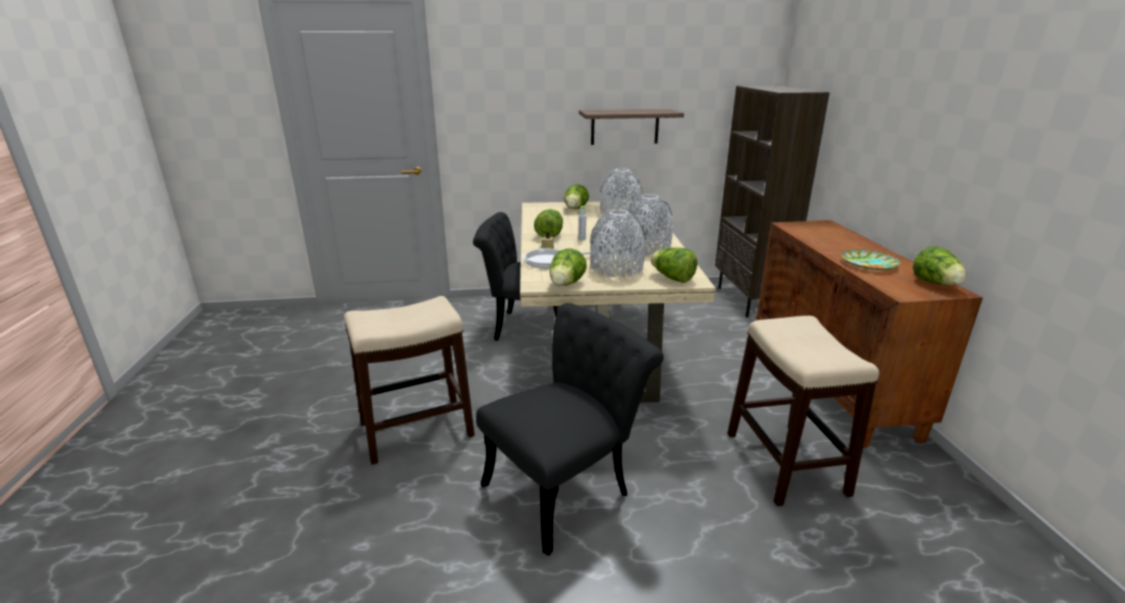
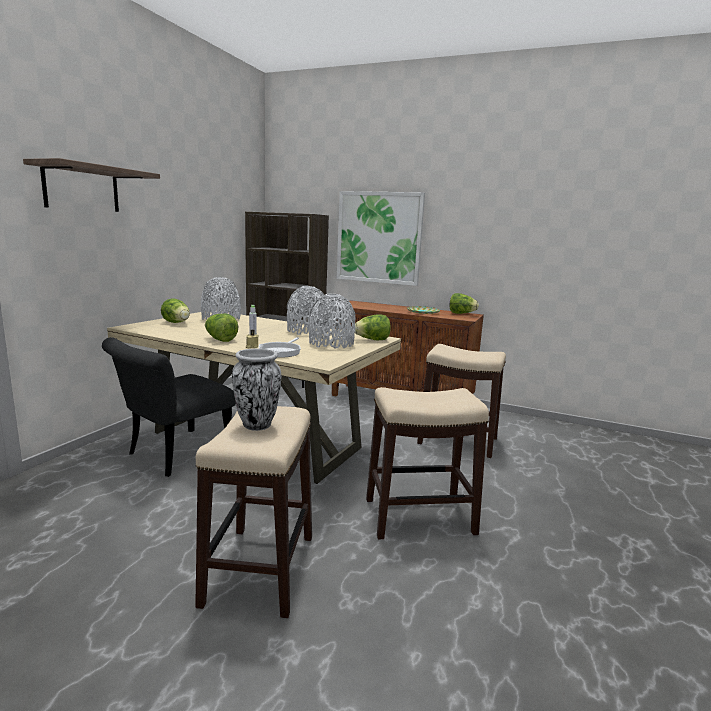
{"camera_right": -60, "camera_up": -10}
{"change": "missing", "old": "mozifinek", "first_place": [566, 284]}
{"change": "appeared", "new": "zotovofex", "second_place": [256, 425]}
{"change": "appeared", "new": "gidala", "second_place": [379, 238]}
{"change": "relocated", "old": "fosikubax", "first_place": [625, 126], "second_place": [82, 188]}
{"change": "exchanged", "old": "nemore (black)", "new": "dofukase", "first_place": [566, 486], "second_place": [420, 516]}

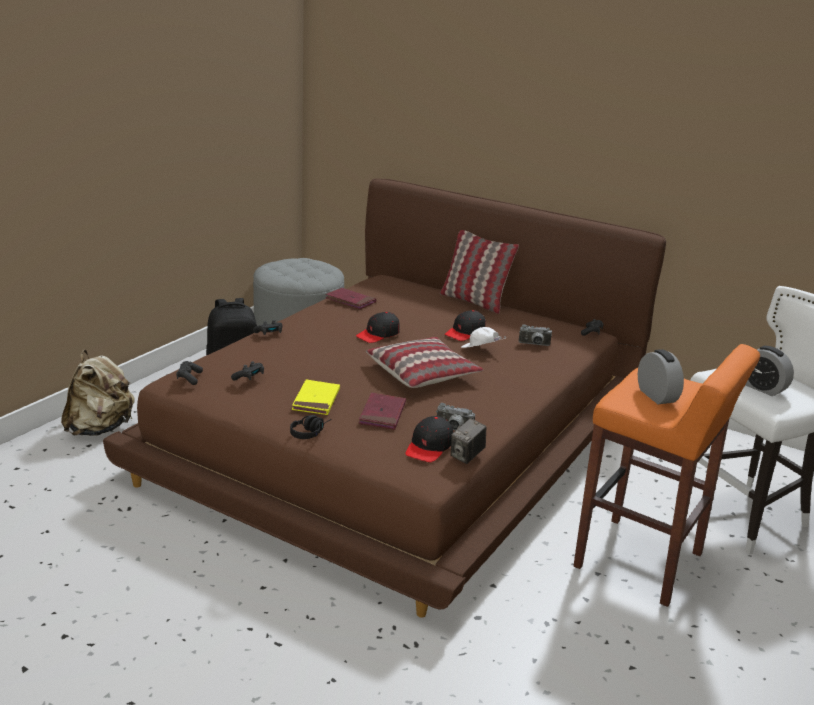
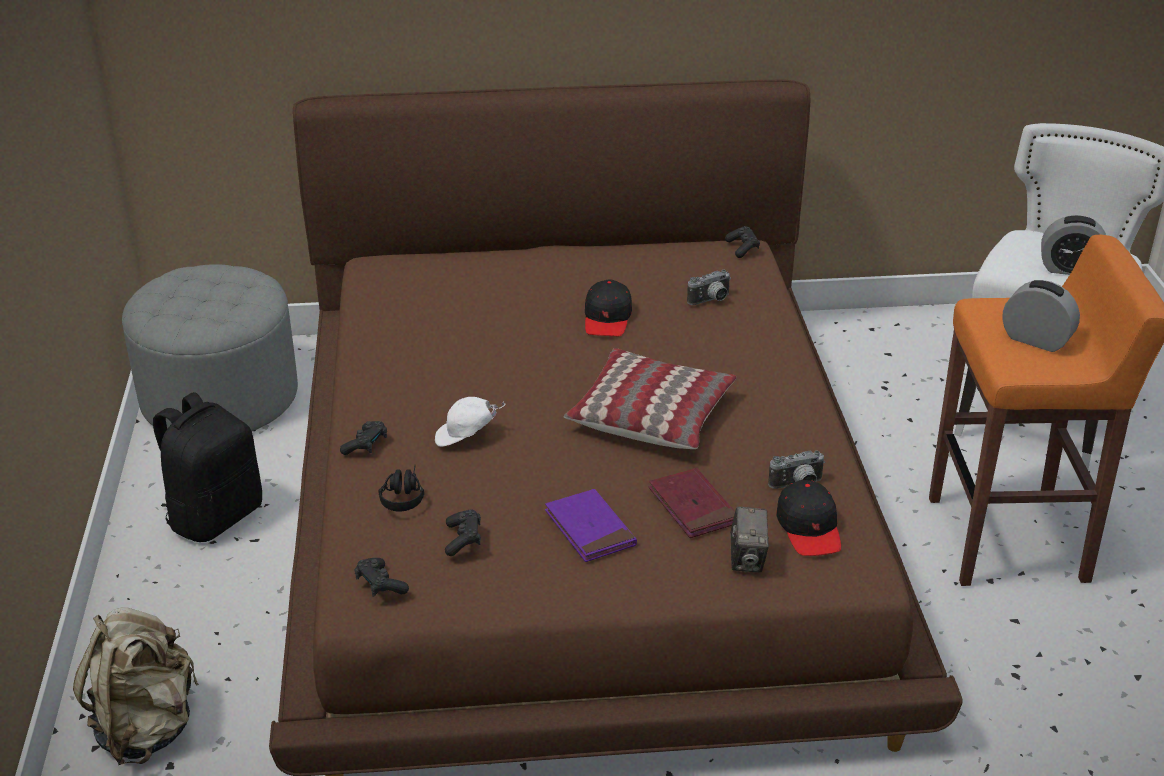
{"camera_right": -35, "camera_up": 10}
{"change": "missing", "old": "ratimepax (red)", "first_place": [350, 301]}
{"change": "missing", "old": "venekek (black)", "first_place": [378, 334]}
{"change": "missing", "old": "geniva", "first_place": [474, 301]}
{"change": "relocated", "old": "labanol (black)", "first_place": [310, 432], "second_place": [403, 495]}
{"change": "relocated", "old": "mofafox", "first_place": [467, 456], "second_place": [747, 559]}
{"change": "relocated", "old": "venekek (white)", "first_place": [480, 350], "second_place": [466, 437]}
{"change": "colour", "old": "ratimepax (yellow)", "new": "ratimepax (purple)", "first_place": [316, 400], "second_place": [590, 529]}

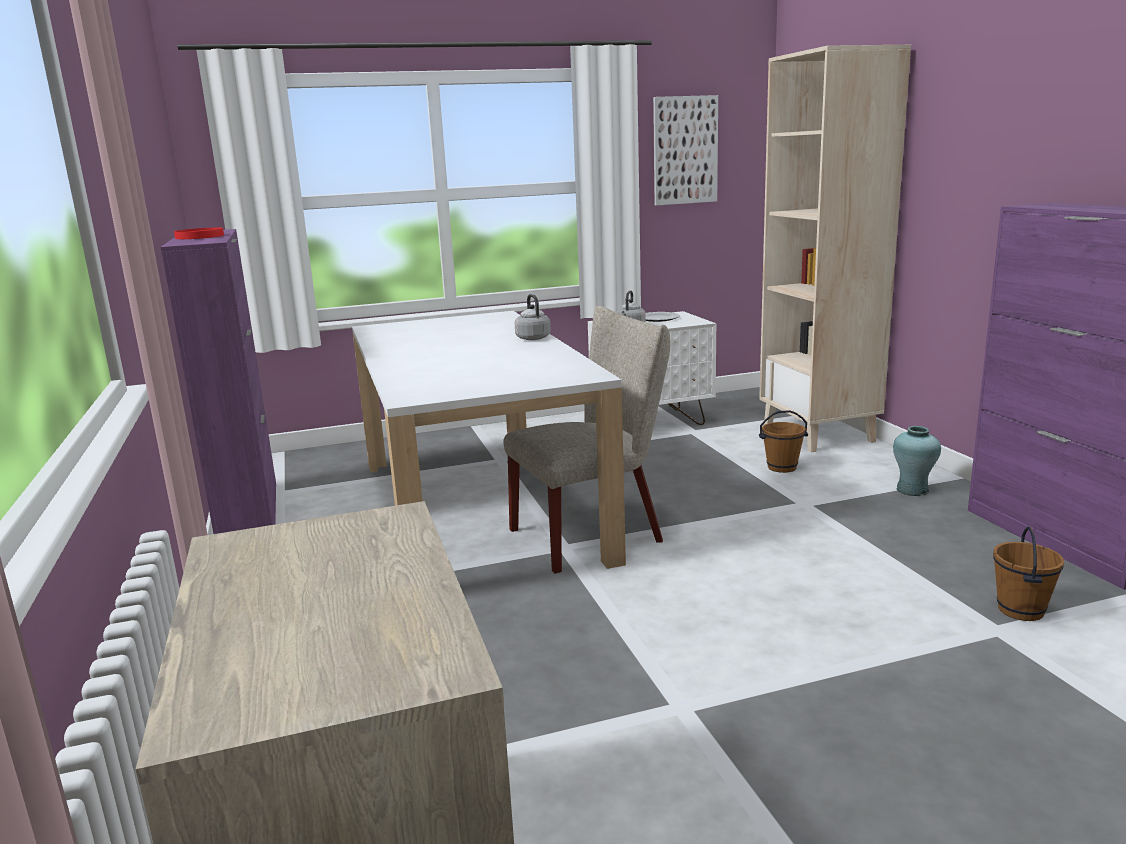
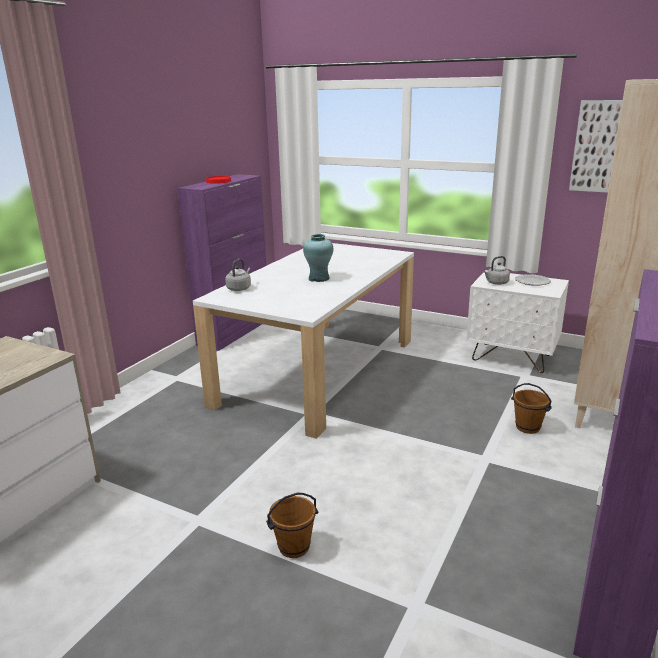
{"camera_right": 45, "camera_up": 5}
{"change": "missing", "old": "nemore (beige)", "first_place": [595, 534]}
{"change": "relocated", "old": "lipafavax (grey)", "first_place": [532, 338], "second_place": [239, 288]}
{"change": "relocated", "old": "zotovofex (turquoise)", "first_place": [912, 490], "second_place": [319, 278]}
{"change": "relocated", "old": "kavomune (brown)", "first_place": [1021, 611], "second_place": [294, 547]}

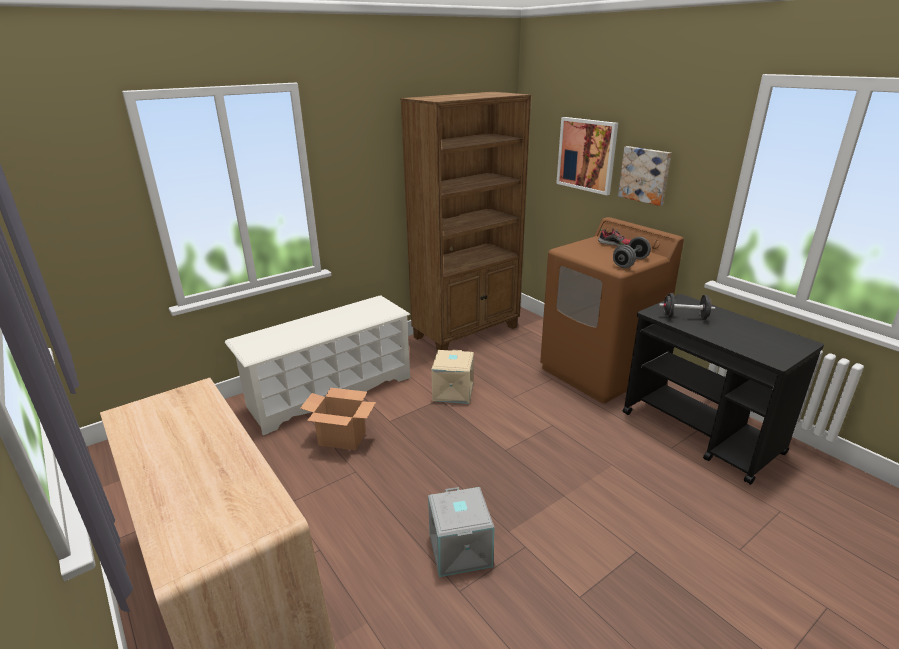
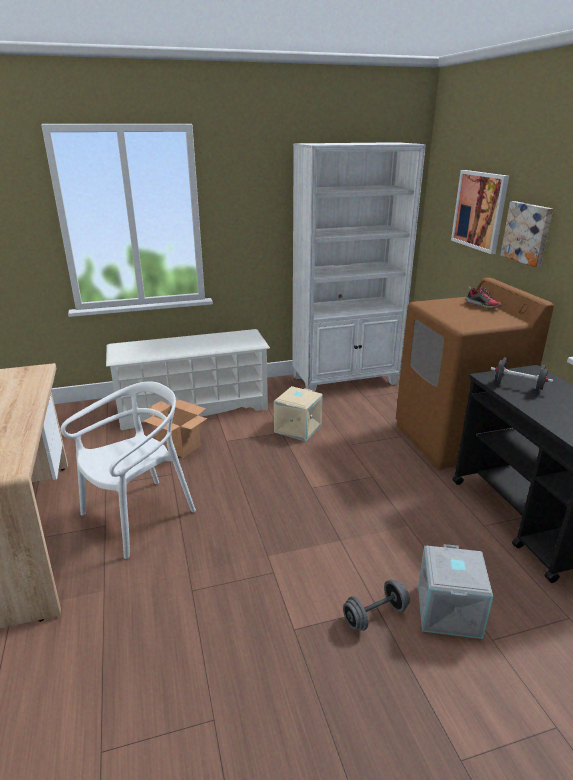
{"camera_right": 20, "camera_up": 0}
{"change": "appeared", "new": "nemore (white)", "second_place": [139, 516]}
{"change": "relocated", "old": "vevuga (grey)", "first_place": [461, 550], "second_place": [450, 611]}
{"change": "relocated", "old": "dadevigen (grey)", "first_place": [630, 263], "second_place": [375, 615]}
{"change": "colour", "old": "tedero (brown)", "new": "tedero (white)", "first_place": [467, 332], "second_place": [346, 380]}

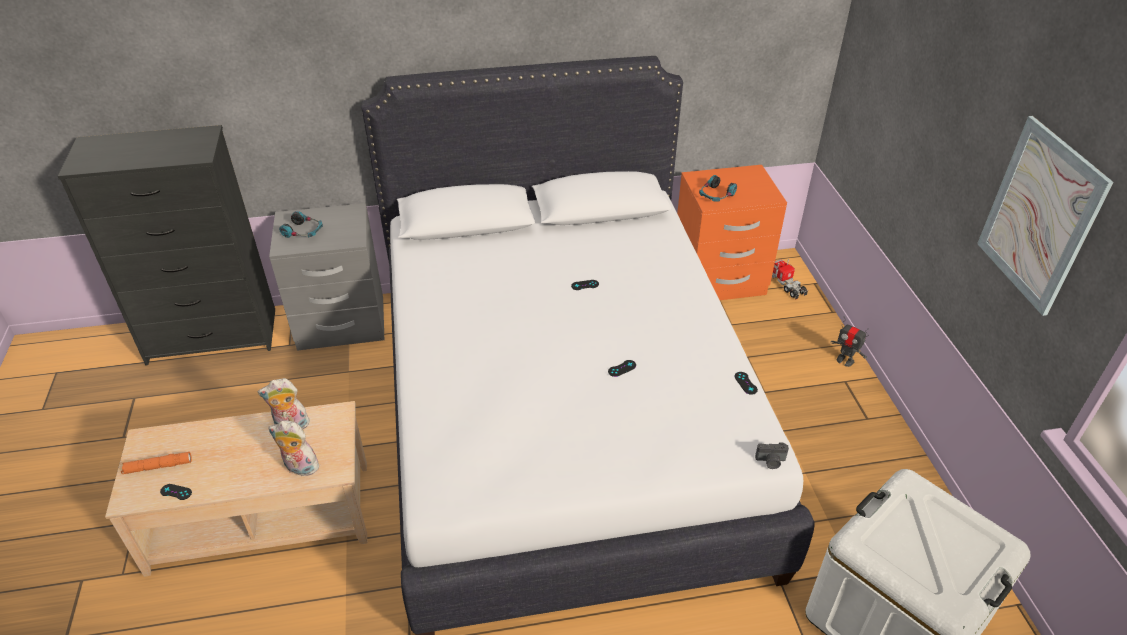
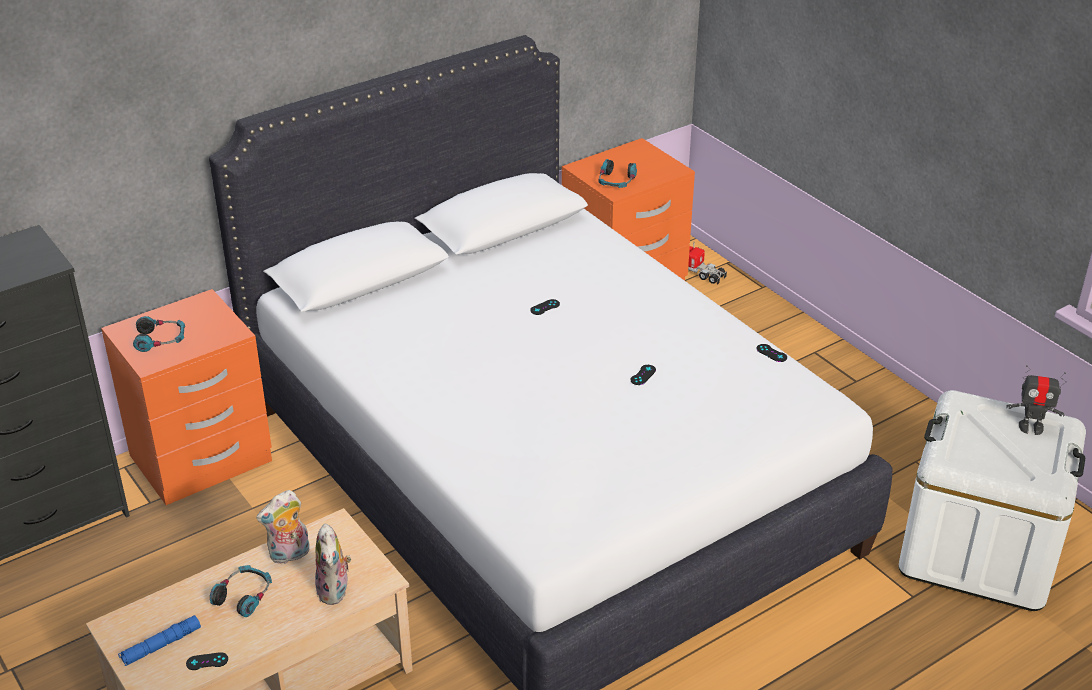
{"camera_right": -25, "camera_up": -5}
{"change": "missing", "old": "mofafox", "first_place": [770, 461]}
{"change": "missing", "old": "gidala", "first_place": [1039, 216]}
{"change": "appeared", "new": "labanol", "second_place": [244, 596]}
{"change": "relocated", "old": "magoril", "first_place": [845, 360], "second_place": [1031, 427]}
{"change": "colour", "old": "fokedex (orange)", "new": "fokedex (blue)", "first_place": [158, 466], "second_place": [161, 645]}
{"change": "colour", "old": "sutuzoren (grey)", "new": "sutuzoren (orange)", "first_place": [341, 324], "second_place": [202, 460]}
{"change": "spun", "old": "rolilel", "first_place": [299, 468], "second_place": [335, 591], "degrees": -90}

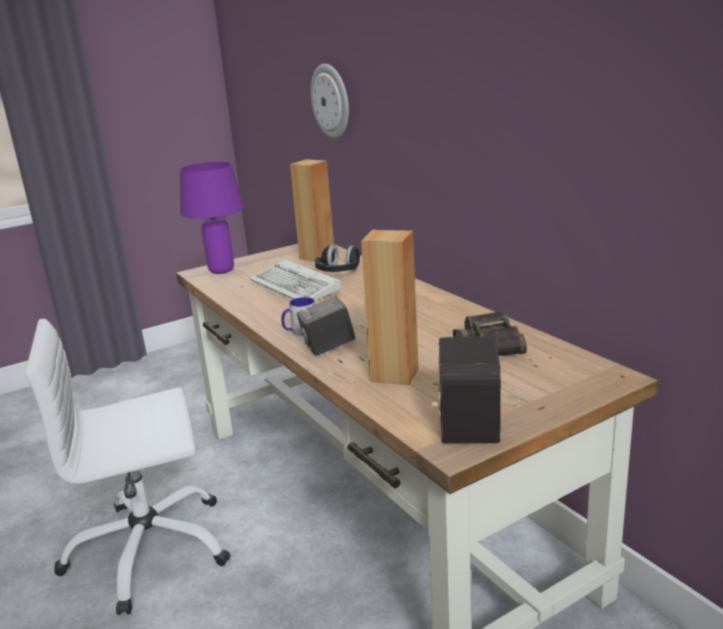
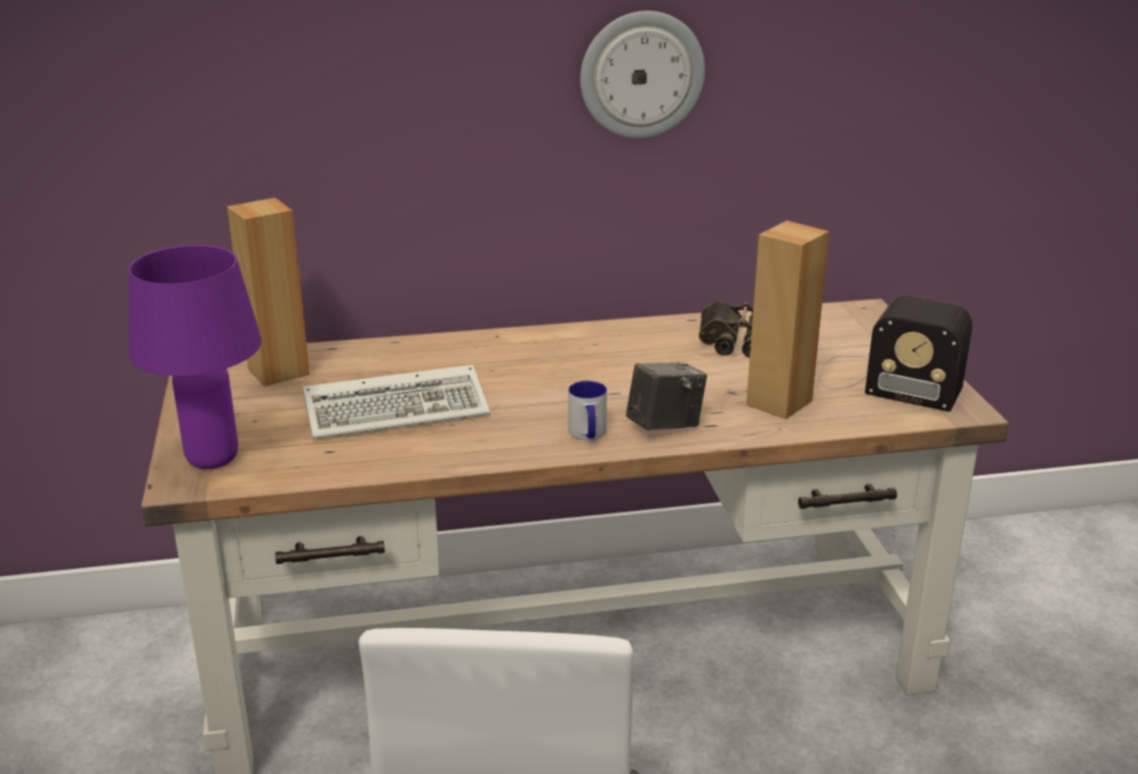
{"camera_right": -70, "camera_up": 5}
{"change": "missing", "old": "labanol (black)", "first_place": [339, 273]}
{"change": "relocated", "old": "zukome", "first_place": [331, 101], "second_place": [641, 74]}
{"change": "spun", "old": "mofafox", "first_place": [328, 348], "second_place": [664, 425], "degrees": -120}

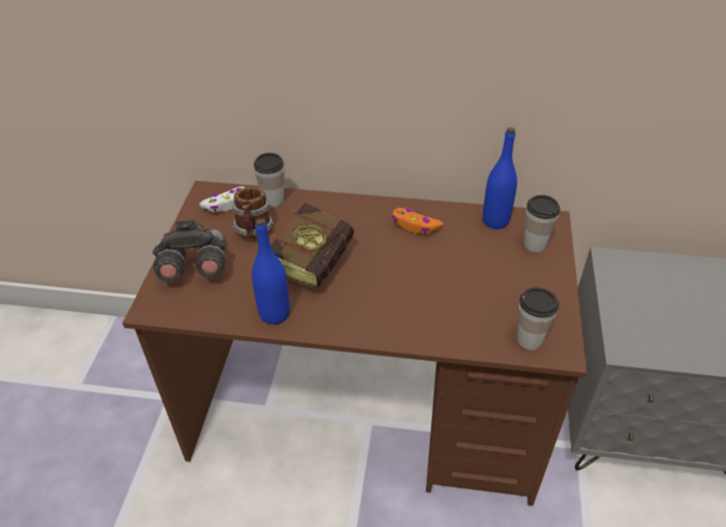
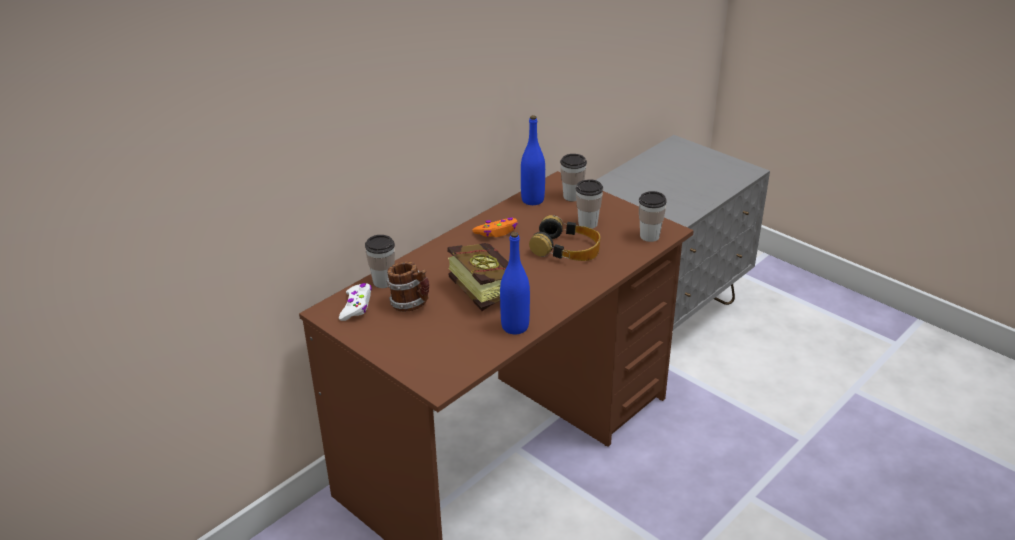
{"camera_right": -55, "camera_up": -10}
{"change": "missing", "old": "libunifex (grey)", "first_place": [194, 268]}
{"change": "appeared", "new": "labanol", "second_place": [566, 249]}
{"change": "appeared", "new": "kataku", "second_place": [587, 224]}

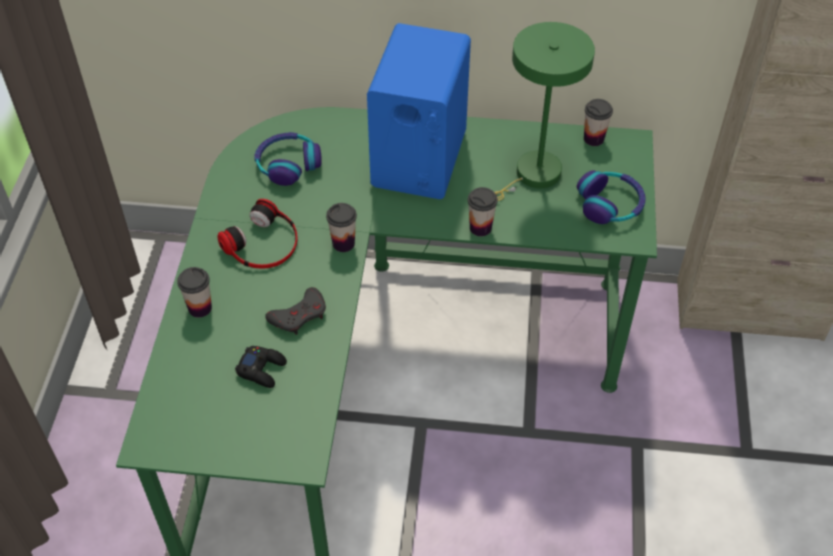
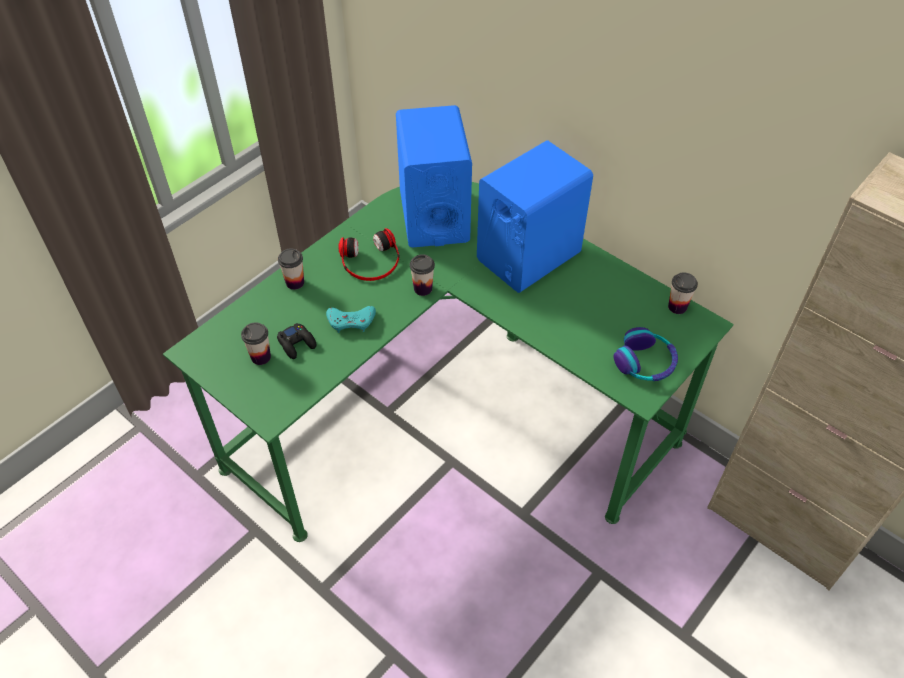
{"camera_right": 35, "camera_up": 0}
{"change": "missing", "old": "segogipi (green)", "first_place": [532, 176]}
{"change": "relocated", "old": "kataku", "first_place": [480, 228], "second_place": [261, 357]}
{"change": "exchanged", "old": "labanol", "new": "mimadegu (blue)", "first_place": [288, 164], "second_place": [434, 216]}
{"change": "colour", "old": "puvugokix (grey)", "new": "puvugokix (turquoise)", "first_place": [299, 315], "second_place": [351, 321]}

